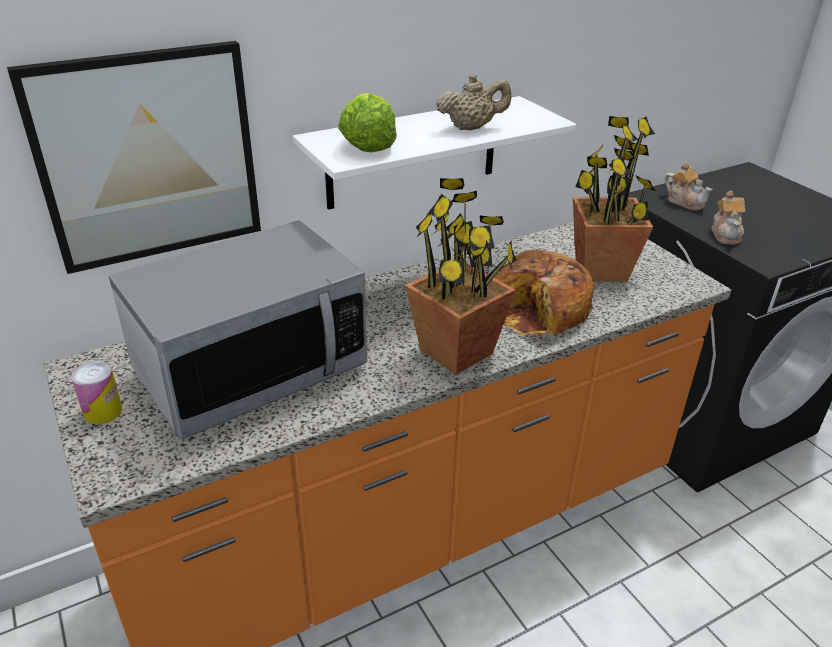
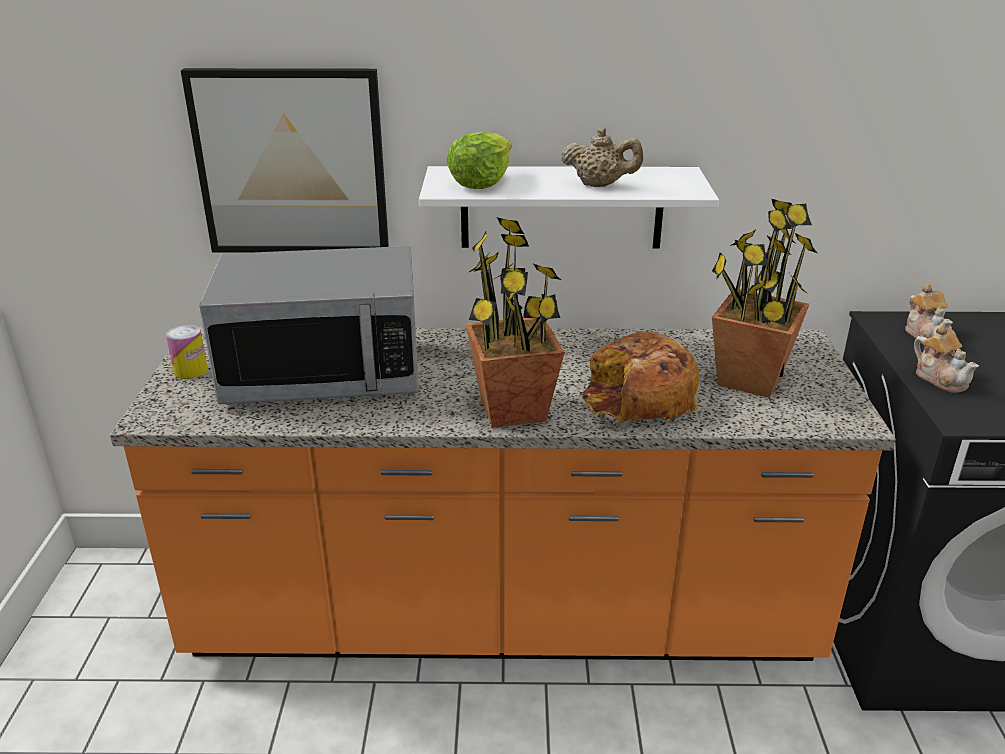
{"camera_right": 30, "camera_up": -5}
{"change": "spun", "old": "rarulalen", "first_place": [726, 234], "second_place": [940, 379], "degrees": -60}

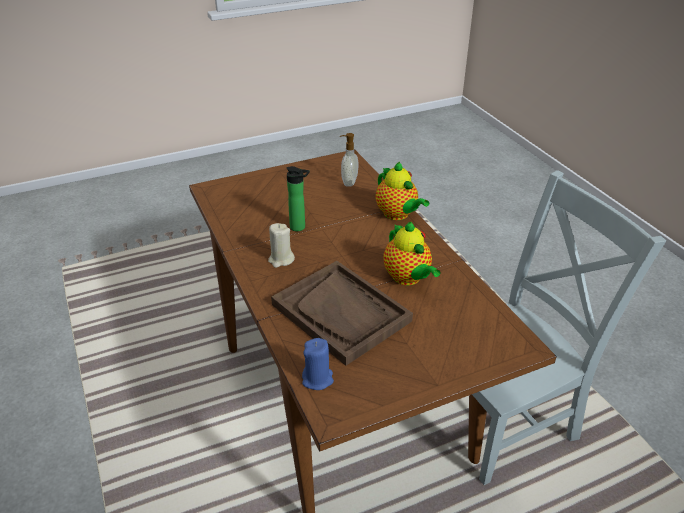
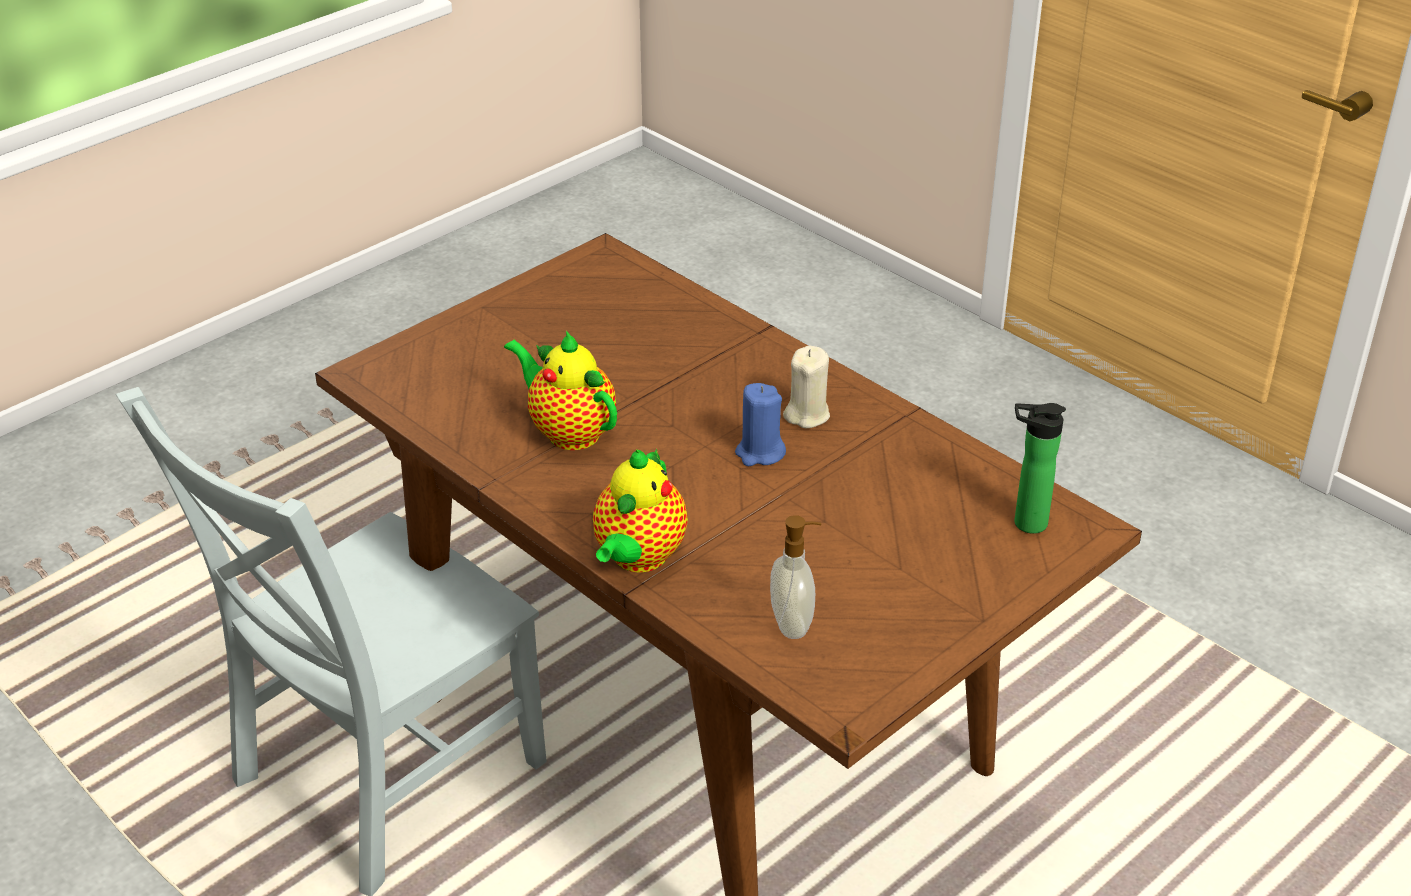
{"camera_right": 160, "camera_up": 0}
{"change": "missing", "old": "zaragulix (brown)", "first_place": [341, 313]}
{"change": "relocated", "old": "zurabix", "first_place": [300, 227], "second_place": [1025, 523]}
{"change": "relocated", "old": "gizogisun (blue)", "first_place": [317, 379], "second_place": [760, 453]}
{"change": "spun", "old": "rarulalen", "first_place": [398, 215], "second_place": [638, 558], "degrees": -105}

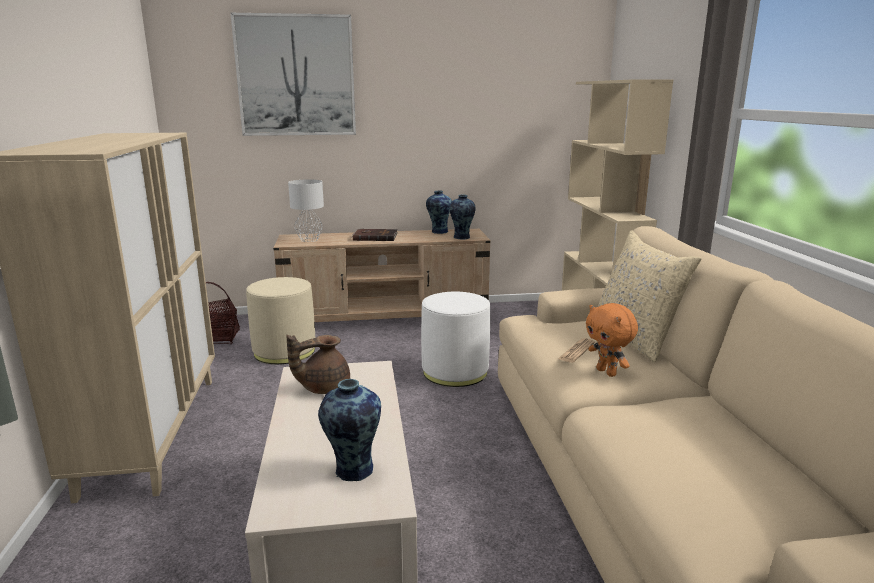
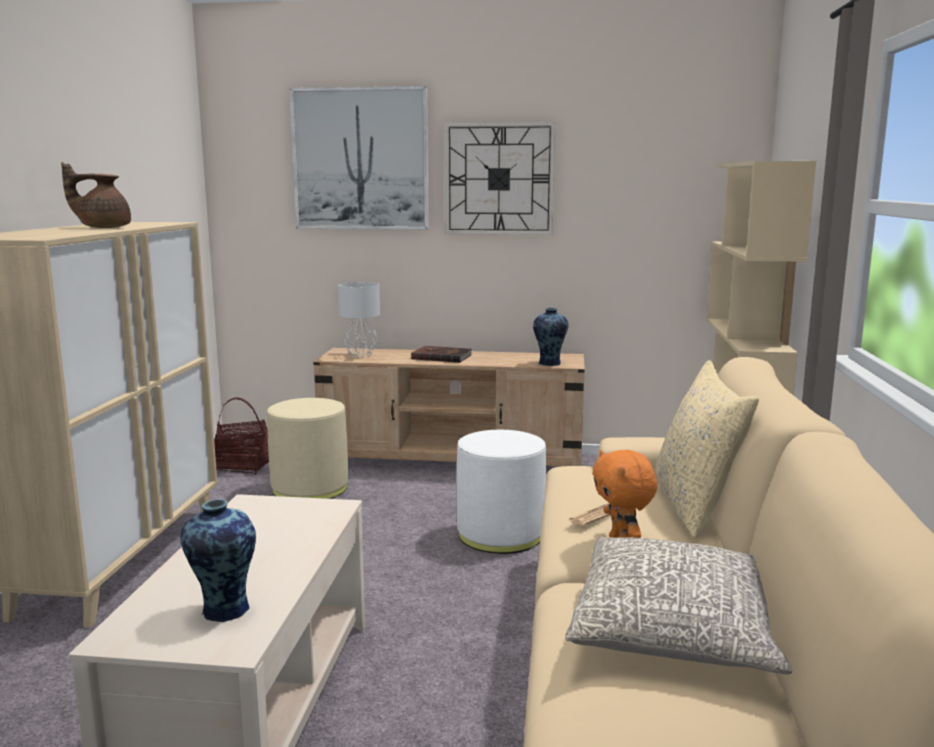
{"camera_right": 15, "camera_up": -5}
{"change": "missing", "old": "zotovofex", "first_place": [438, 232]}
{"change": "appeared", "new": "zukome", "second_place": [499, 179]}
{"change": "appeared", "new": "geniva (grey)", "second_place": [676, 629]}
{"change": "relocated", "old": "rarulalen (brown)", "first_place": [323, 388], "second_place": [103, 227]}

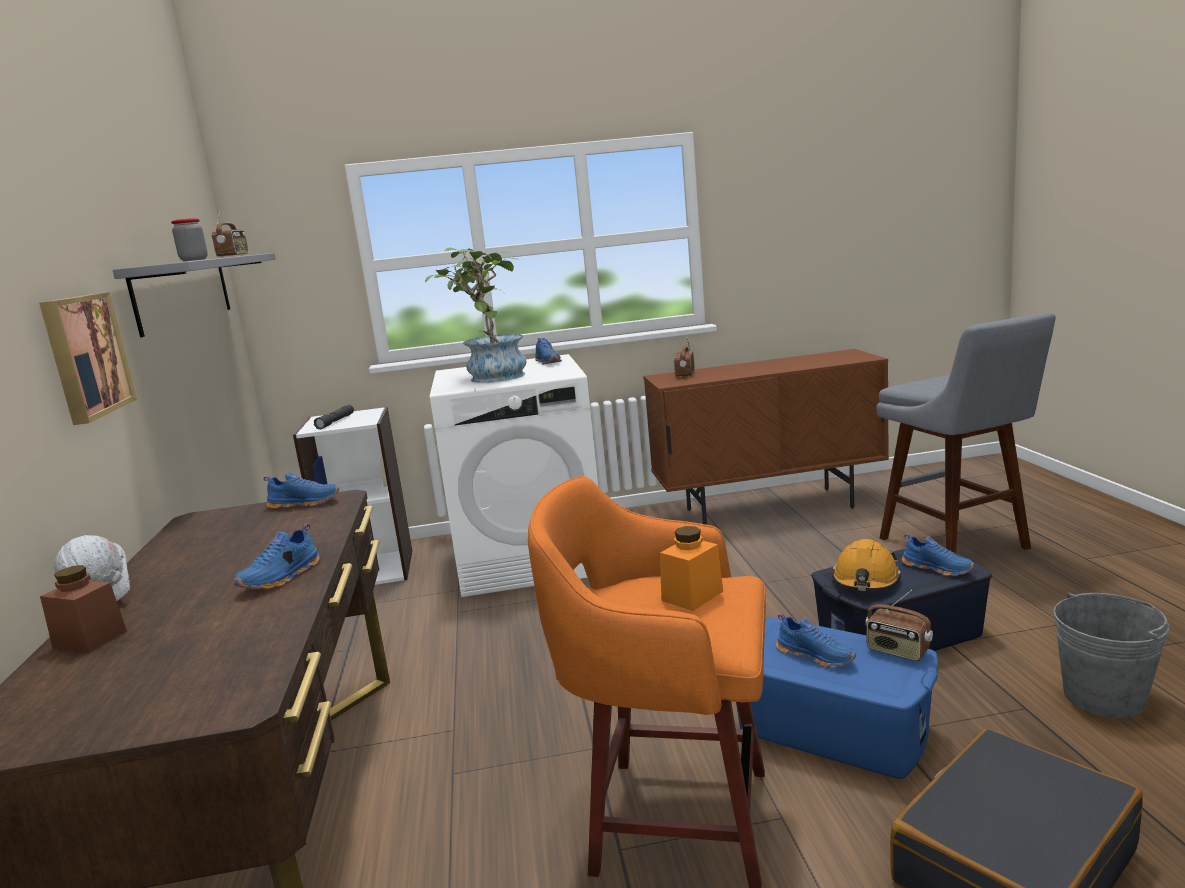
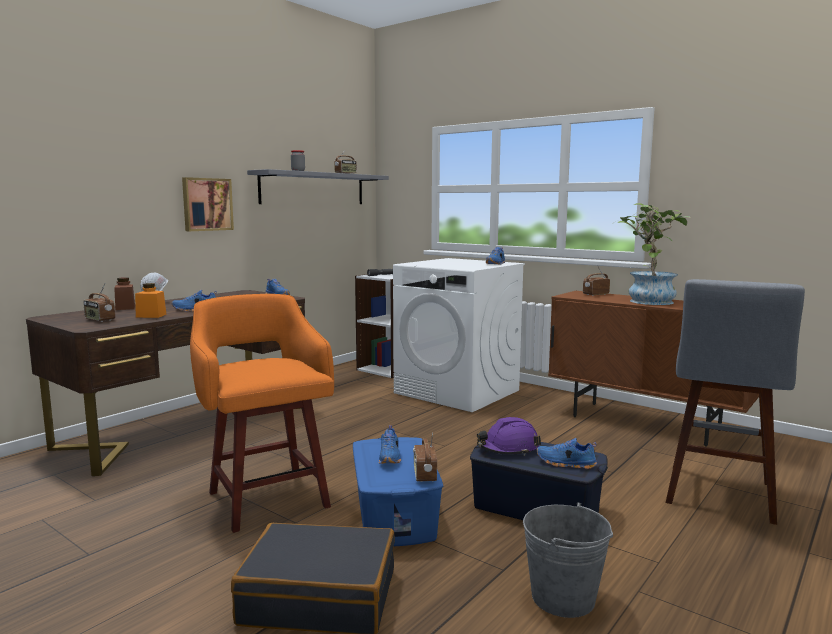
{"camera_right": 45, "camera_up": -5}
{"change": "appeared", "new": "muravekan", "second_place": [99, 319]}
{"change": "relocated", "old": "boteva", "first_place": [490, 376], "second_place": [647, 300]}
{"change": "relocated", "old": "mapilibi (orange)", "first_place": [692, 596], "second_place": [151, 316]}
{"change": "colour", "old": "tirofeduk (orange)", "new": "tirofeduk (purple)", "first_place": [866, 581], "second_place": [508, 448]}
{"change": "spun", "old": "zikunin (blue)", "first_place": [937, 568], "second_place": [565, 463], "degrees": 105}

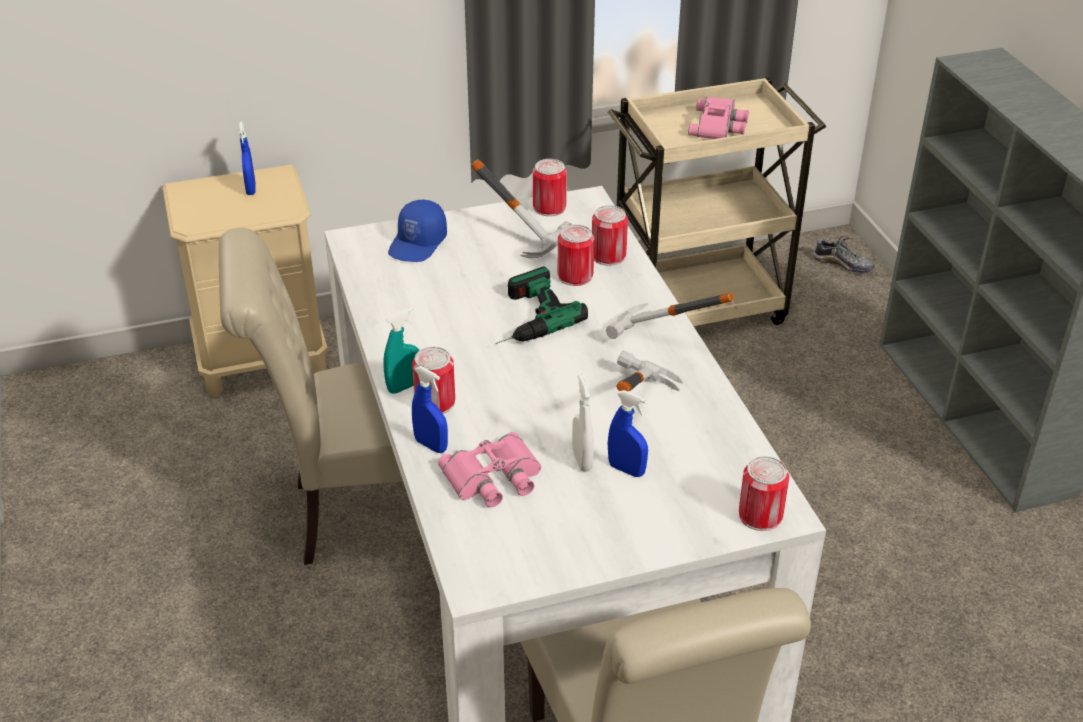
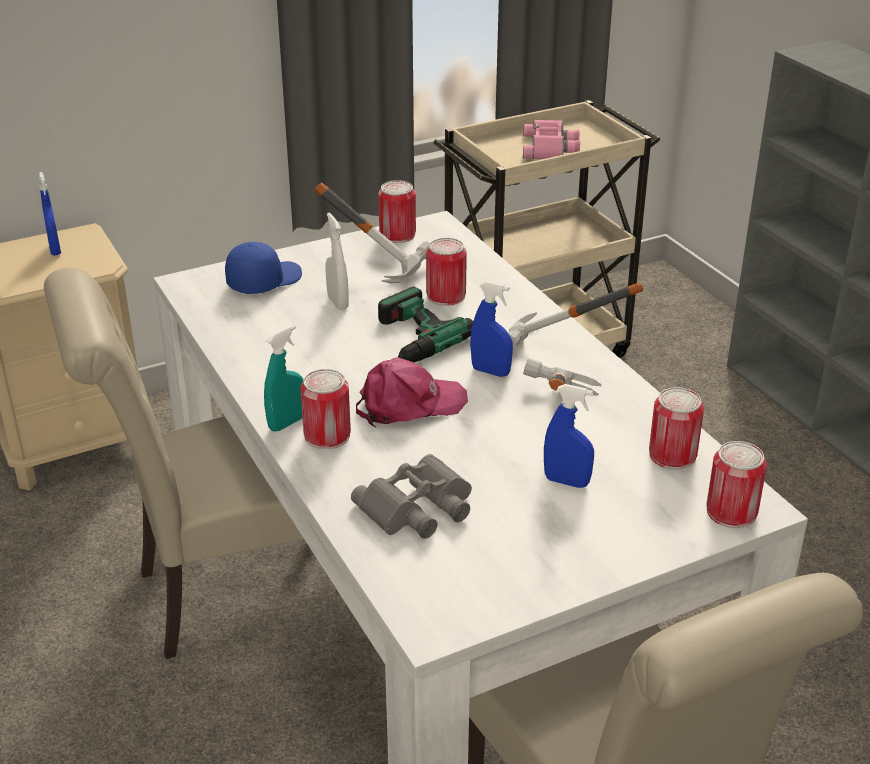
{"camera_right": -10, "camera_up": -5}
{"change": "missing", "old": "zikunin", "first_place": [842, 264]}
{"change": "appeared", "new": "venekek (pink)", "second_place": [409, 405]}
{"change": "relocated", "old": "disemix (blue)", "first_place": [431, 445], "second_place": [490, 371]}
{"change": "relocated", "old": "disemix (white)", "first_place": [582, 460], "second_place": [338, 302]}
{"change": "relocated", "old": "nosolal", "first_place": [608, 256], "second_place": [672, 455]}
{"change": "colour", "old": "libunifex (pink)", "new": "libunifex (grey)", "first_place": [493, 478], "second_place": [418, 508]}
{"change": "spun", "old": "venekek (blue)", "first_place": [418, 244], "second_place": [264, 280], "degrees": -150}

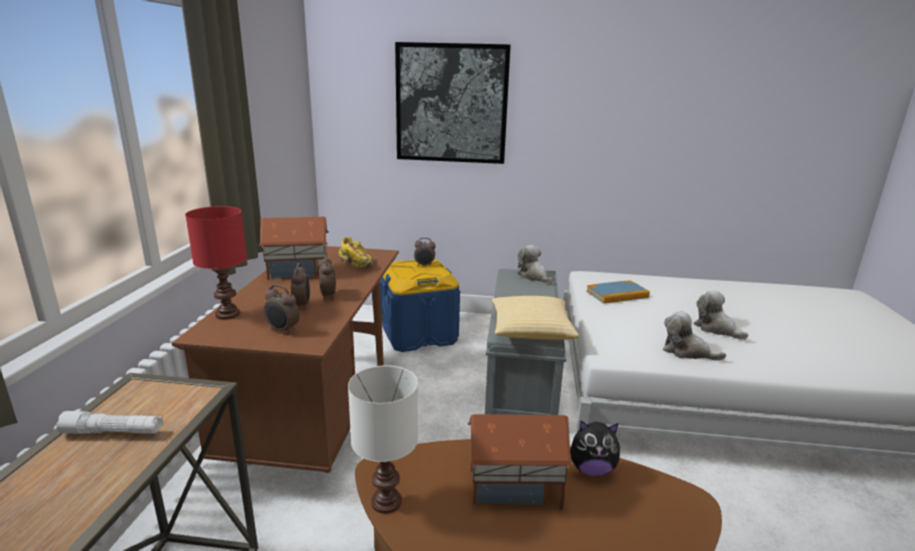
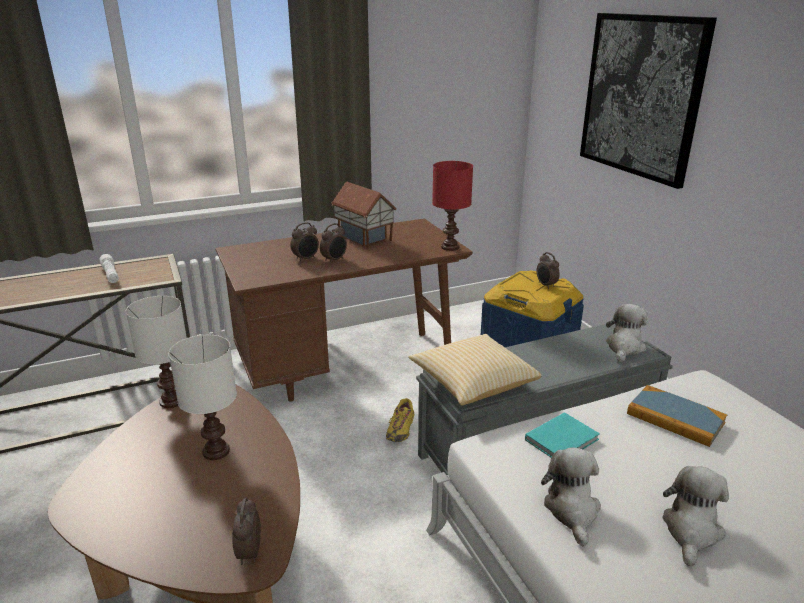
{"camera_right": 60, "camera_up": 5}
{"change": "missing", "old": "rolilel", "first_place": [591, 469]}
{"change": "appeared", "new": "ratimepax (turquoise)", "second_place": [563, 439]}
{"change": "relocated", "old": "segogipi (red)", "first_place": [228, 314], "second_place": [450, 247]}
{"change": "relocated", "old": "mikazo", "first_place": [282, 330], "second_place": [248, 553]}
{"change": "relocated", "old": "zikunin (yellow)", "first_place": [356, 263], "second_place": [401, 429]}
{"change": "exchanged", "old": "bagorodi", "new": "segogipi (white)", "first_place": [514, 489], "second_place": [215, 452]}

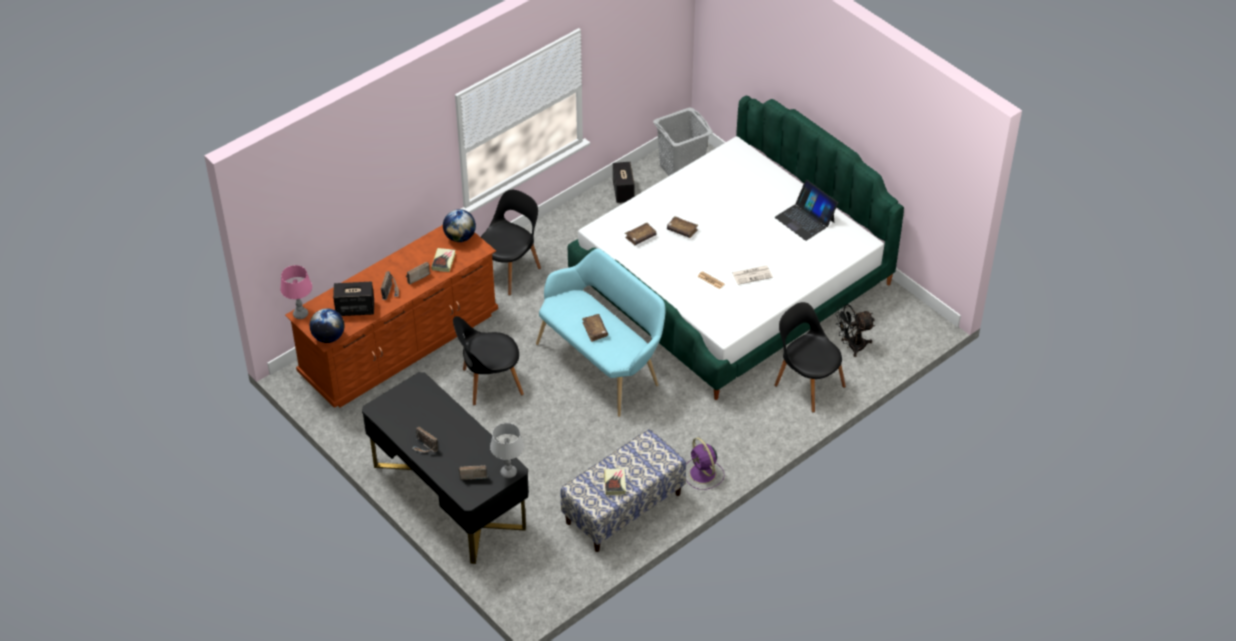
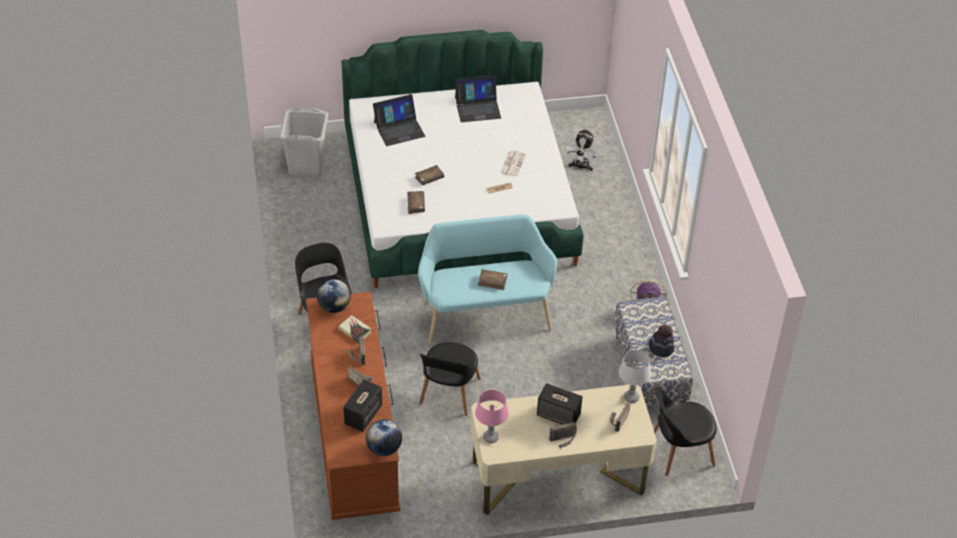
{"camera_right": -60, "camera_up": 0}
{"change": "appeared", "new": "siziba", "second_place": [399, 129]}
{"change": "relocated", "old": "segogipi (pink)", "first_place": [300, 314], "second_place": [490, 437]}
{"change": "relocated", "old": "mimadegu", "first_place": [623, 192], "second_place": [559, 415]}
{"change": "relocated", "old": "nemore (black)", "first_place": [807, 384], "second_place": [679, 451]}
{"change": "exchanged", "old": "ratimepax", "new": "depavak", "first_place": [615, 483], "second_place": [661, 348]}
{"change": "colour", "old": "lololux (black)", "new": "lololux (beige)", "first_place": [449, 496], "second_place": [558, 477]}
{"change": "colour", "old": "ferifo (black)", "new": "ferifo (white)", "first_place": [852, 346], "second_place": [580, 167]}

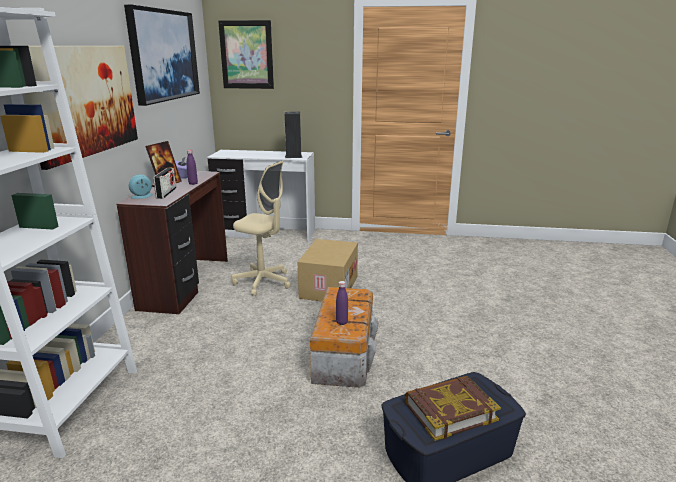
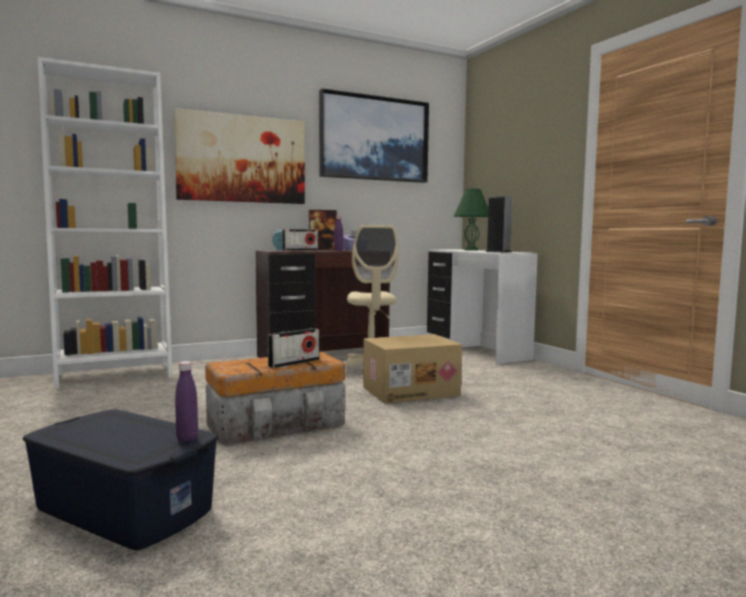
{"camera_right": 55, "camera_up": -15}
{"change": "missing", "old": "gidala", "first_place": [246, 55]}
{"change": "missing", "old": "ratimepax", "first_place": [449, 411]}
{"change": "appeared", "new": "muravekan", "second_place": [294, 363]}
{"change": "appeared", "new": "segogipi (green)", "second_place": [471, 250]}
{"change": "relocated", "old": "zurabix (purple)", "first_place": [342, 322], "second_place": [187, 439]}

